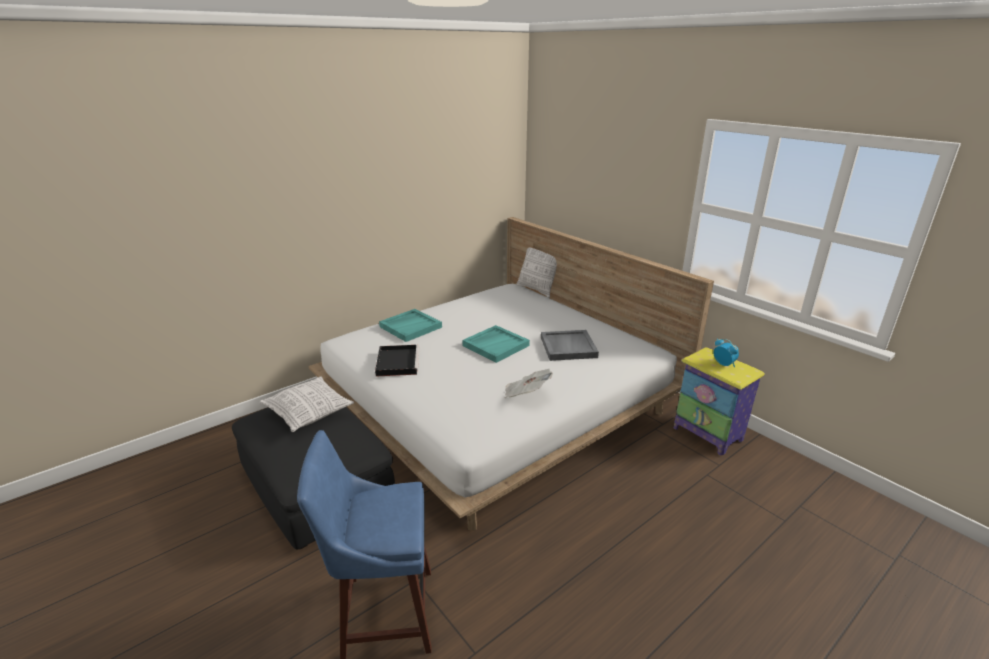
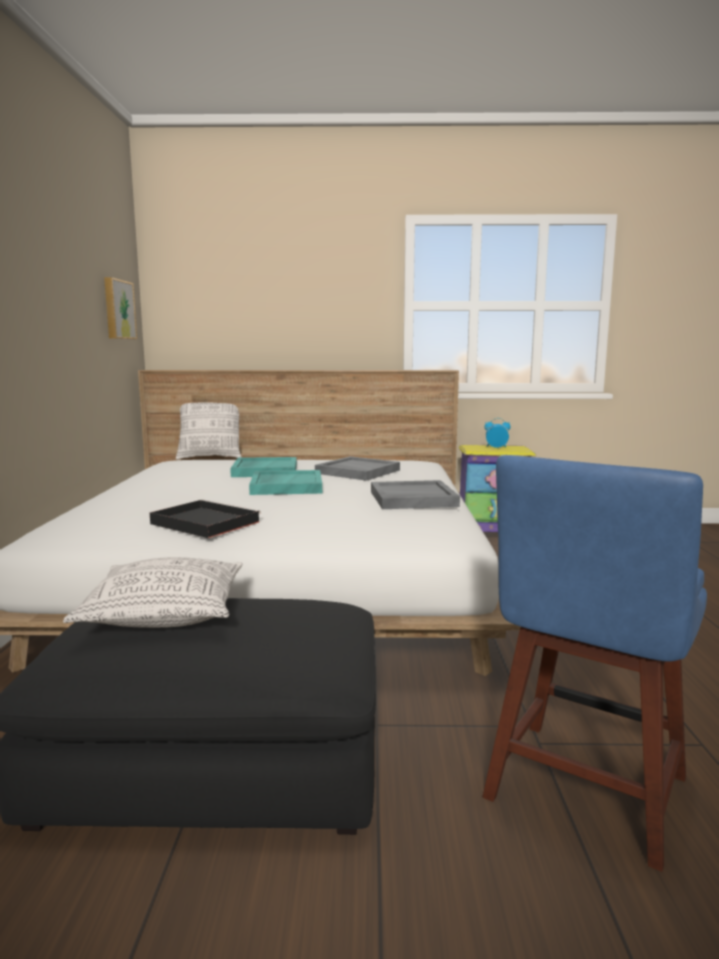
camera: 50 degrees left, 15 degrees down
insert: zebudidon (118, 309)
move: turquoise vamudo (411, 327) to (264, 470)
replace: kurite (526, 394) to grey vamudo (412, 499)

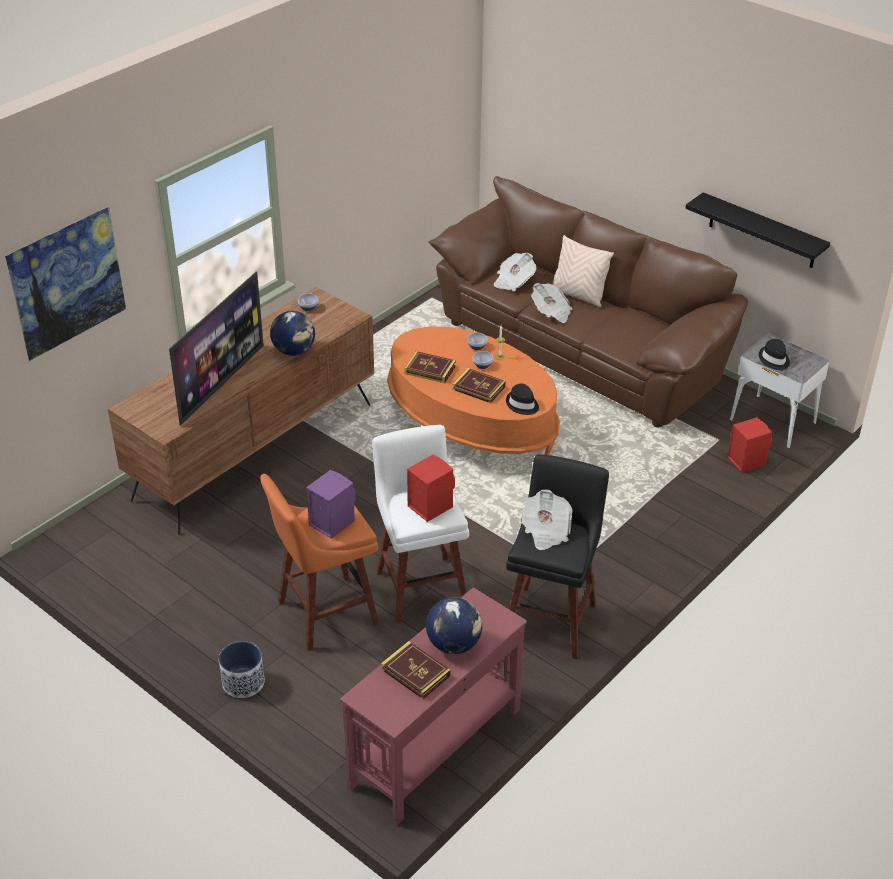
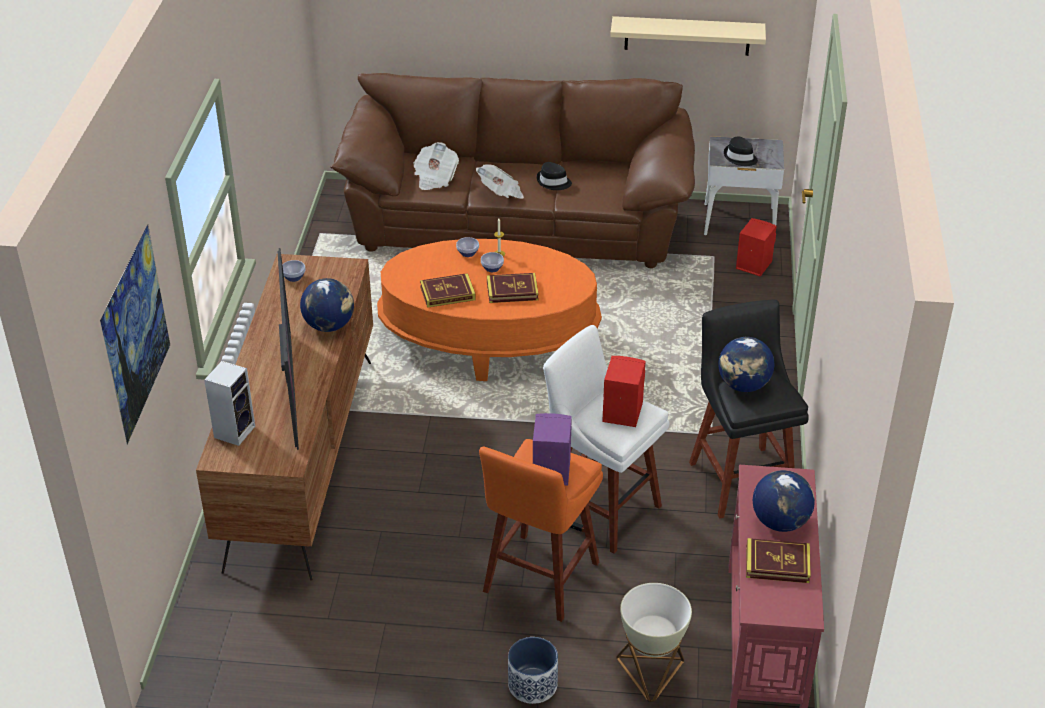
camera: 35 degrees left, 0 degrees up
delete: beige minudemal (578, 295)
insert: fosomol (235, 431); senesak (650, 675)
move: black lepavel (522, 404) to (553, 182)
replace: kurite (545, 531) to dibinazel (743, 385)
recolor: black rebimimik (762, 231) to beige rebimimik (687, 36)

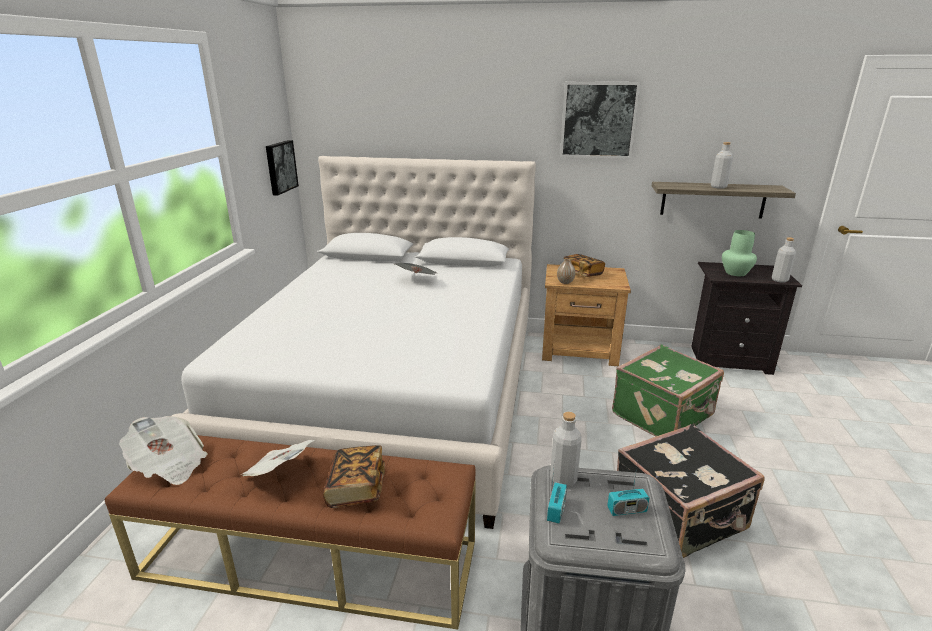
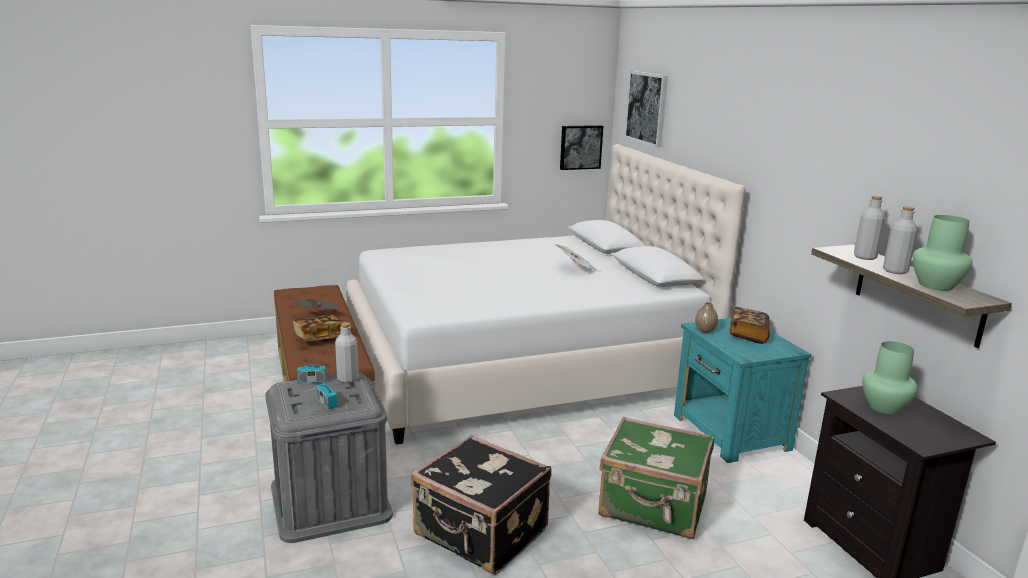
camera: 60 degrees right, 5 degrees down
delete: kurite (169, 465)
insert: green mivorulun (935, 286)
move: zebudidon (598, 120) to (647, 108); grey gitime (779, 280) to (865, 257)
recolor: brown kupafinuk (580, 350) to turquoise kupafinuk (730, 433)

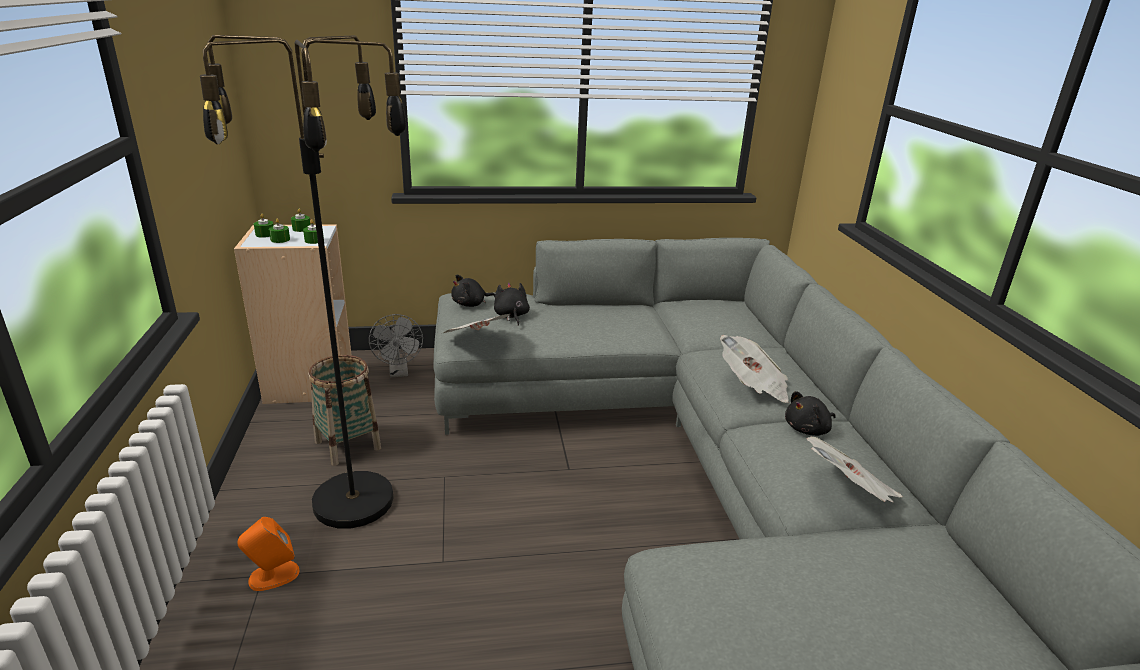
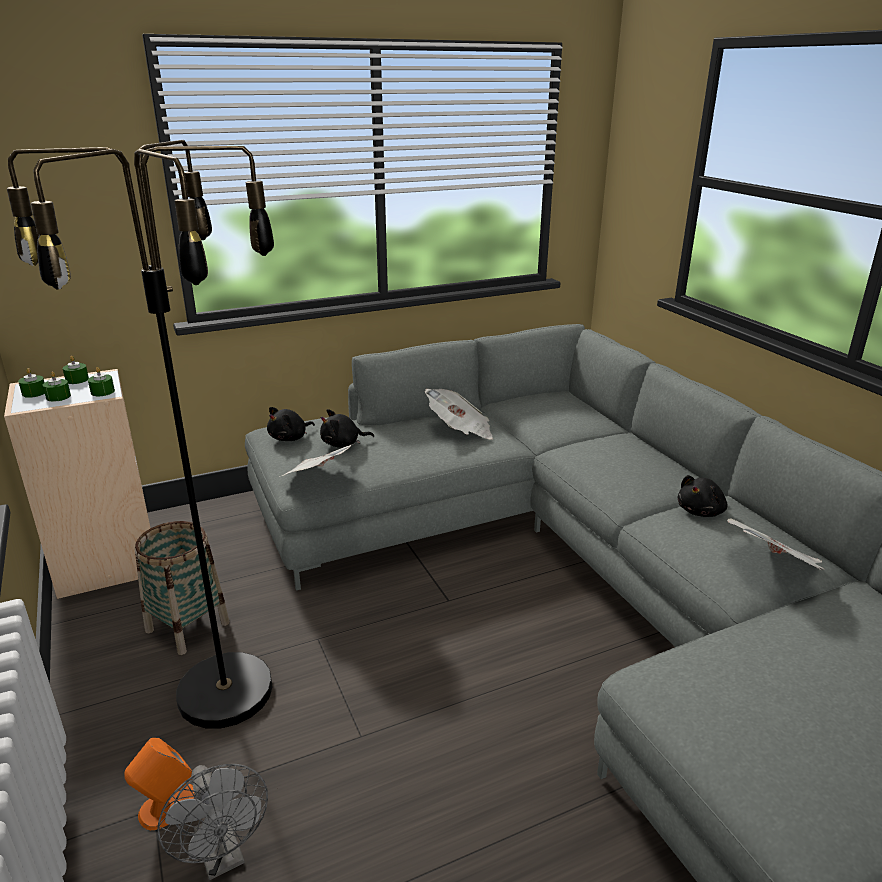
camera: 15 degrees left, 0 degrees up
move: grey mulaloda (399, 372) to (223, 856); kurite (753, 386) to (460, 431)
rotate: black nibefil (511, 316) = (343, 444) 75 degrees counterclockwise

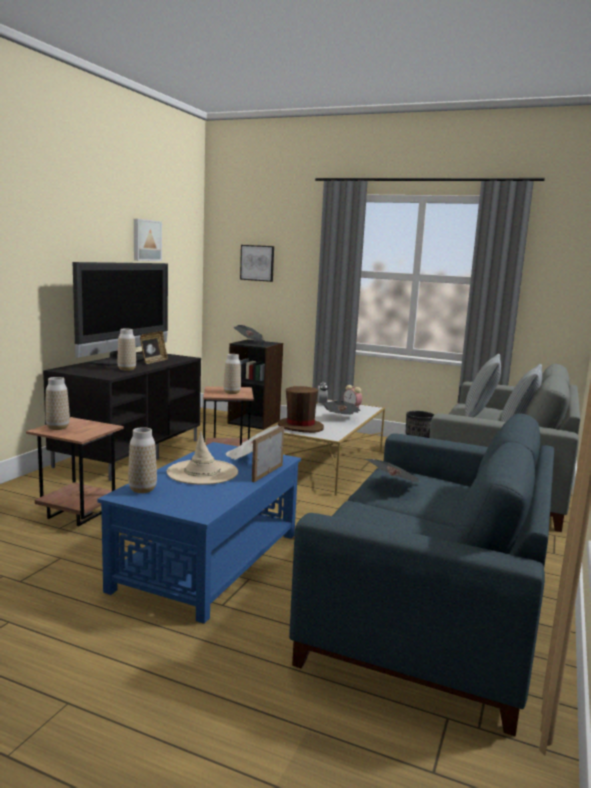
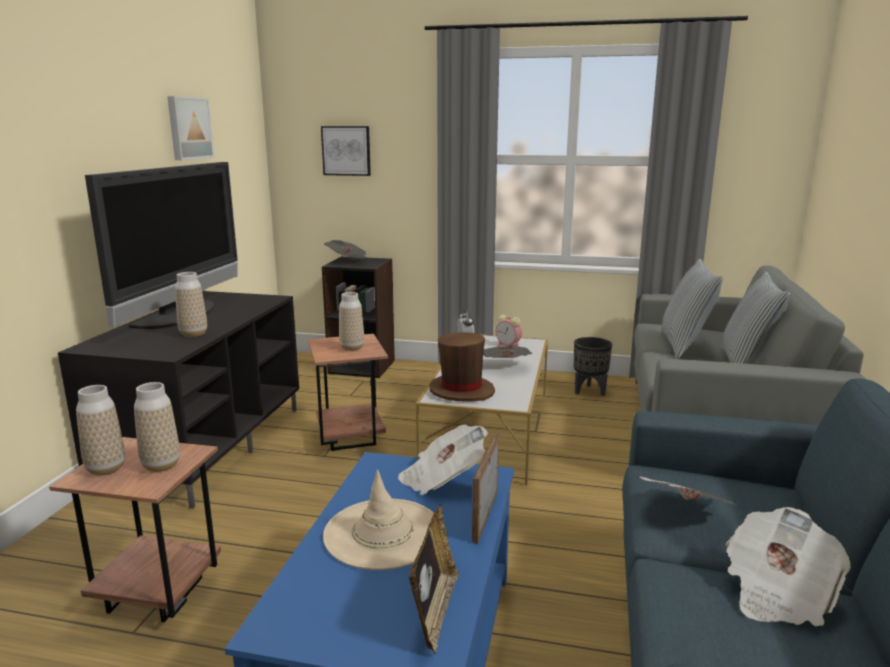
camera: 10 degrees left, 5 degrees up
insert: kurite (777, 592)
move: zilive (153, 361) to (434, 612); mivorulun (142, 489) to (161, 465)

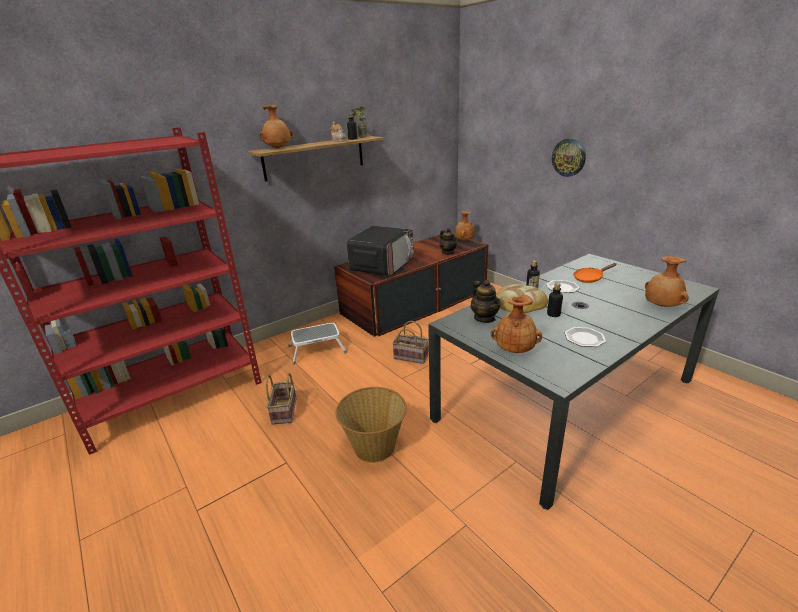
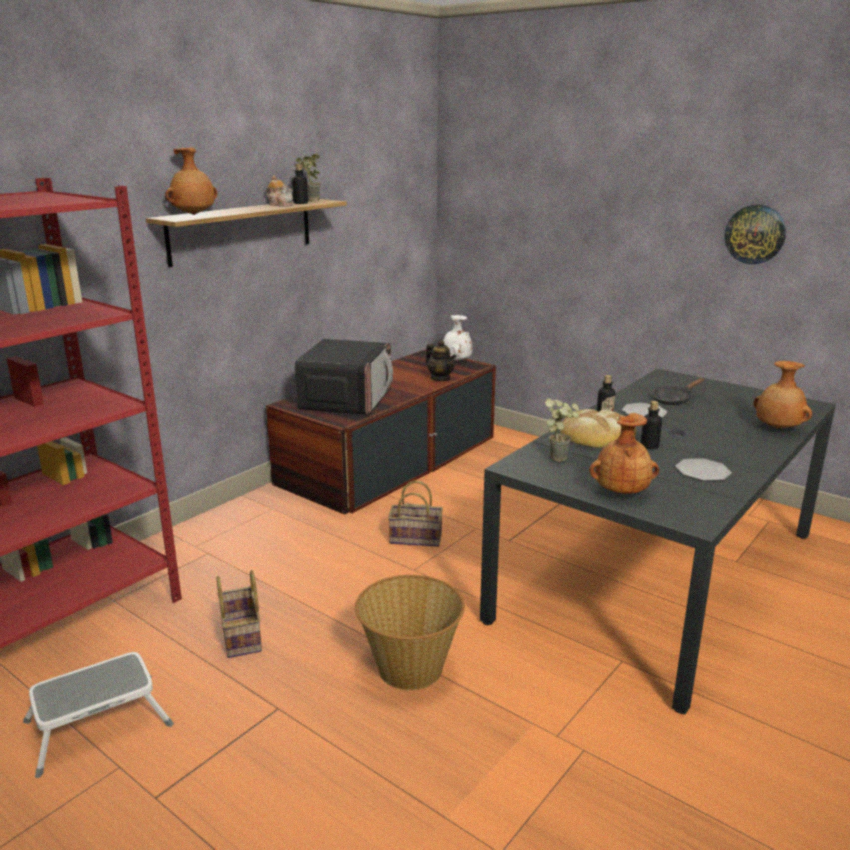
camera: 15 degrees left, 5 degrees down
move: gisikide (569, 157) to (755, 234); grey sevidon (317, 349) to (98, 724)
replace: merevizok (484, 318) to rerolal (560, 457)
recolor: brown mivorulun (464, 240) to white mivorulun (456, 360); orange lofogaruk (590, 278) to black lofogaruk (674, 399)

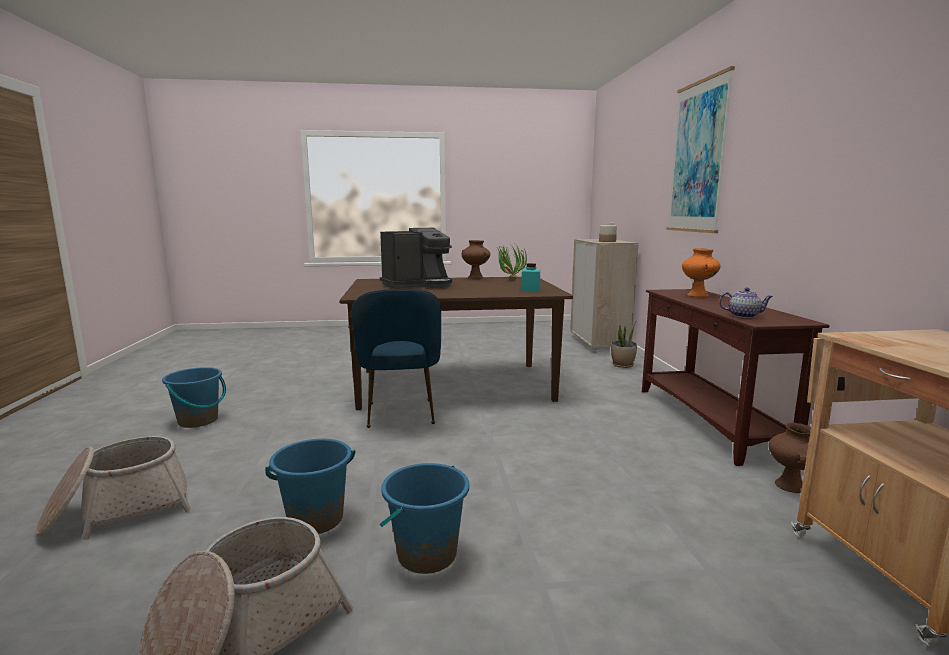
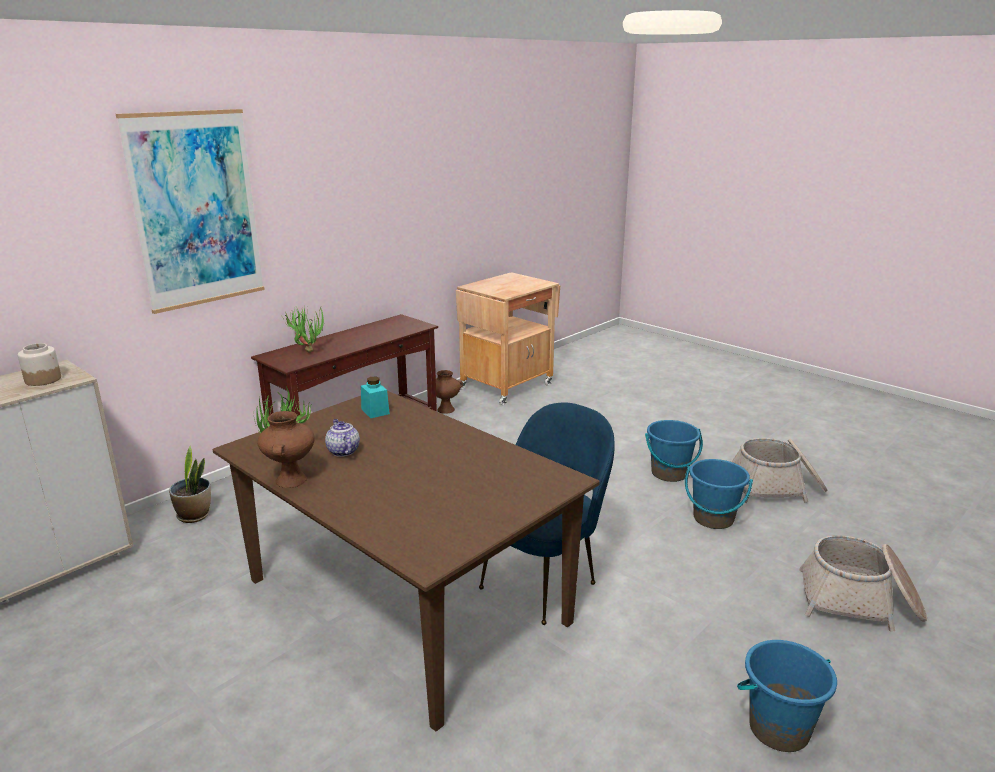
camera: 130 degrees left, 10 degrees up
delete: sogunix (418, 285)
move: merevizok (744, 316) to (342, 451)
replace: orange mivorulun (698, 295) to rerolal (307, 350)

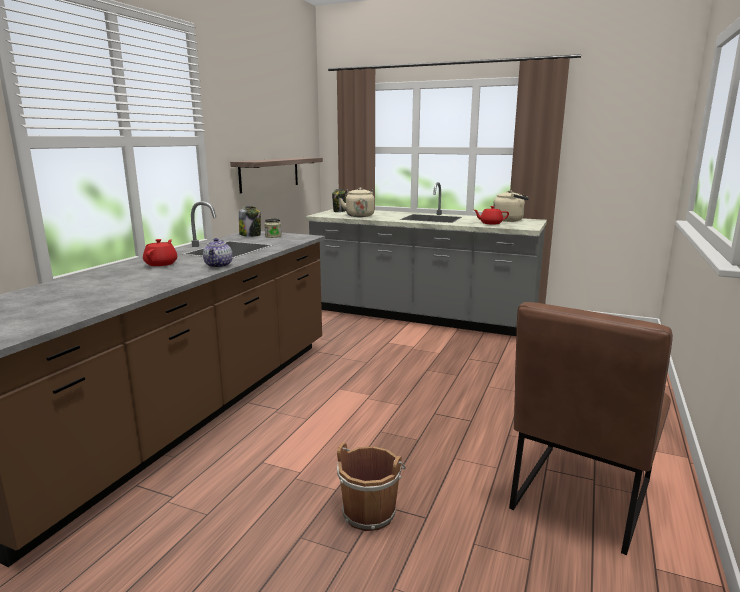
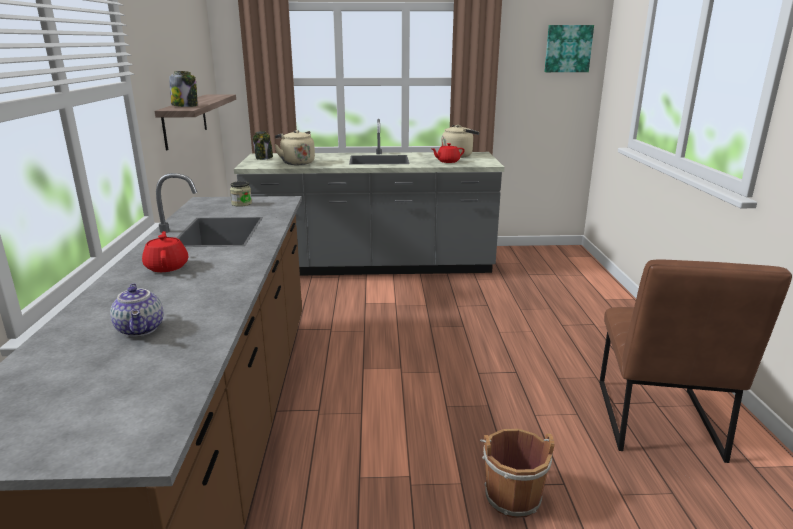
camera: 25 degrees left, 5 degrees up
insert: zebudidon (568, 48)
move: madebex (250, 235) to (185, 106); merevizok (219, 266) to (141, 329)

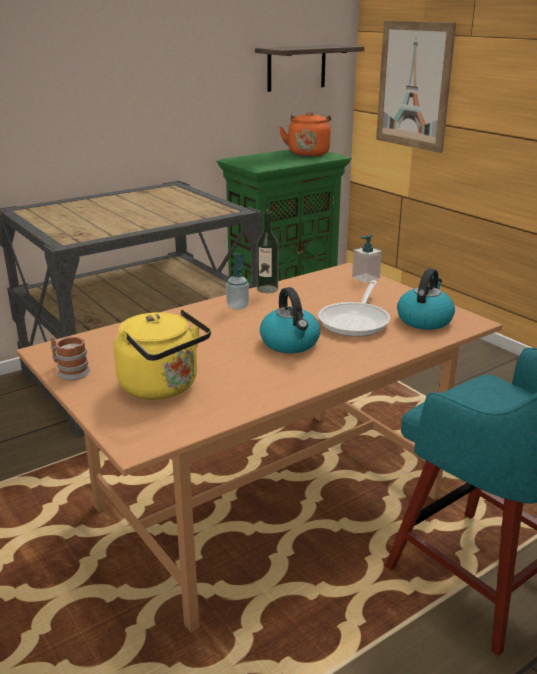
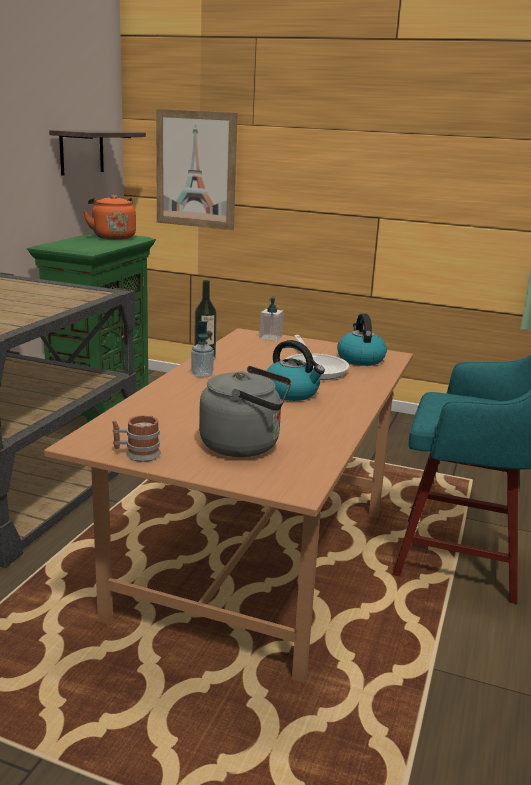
camera: 35 degrees left, 5 degrees down
recolor: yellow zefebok (163, 387) to grey zefebok (245, 446)

